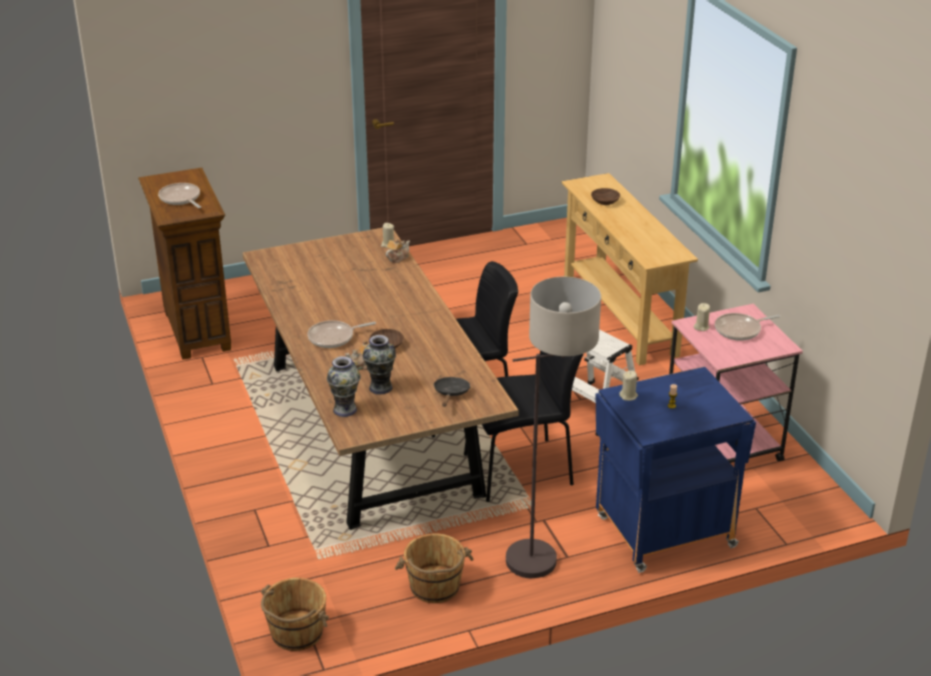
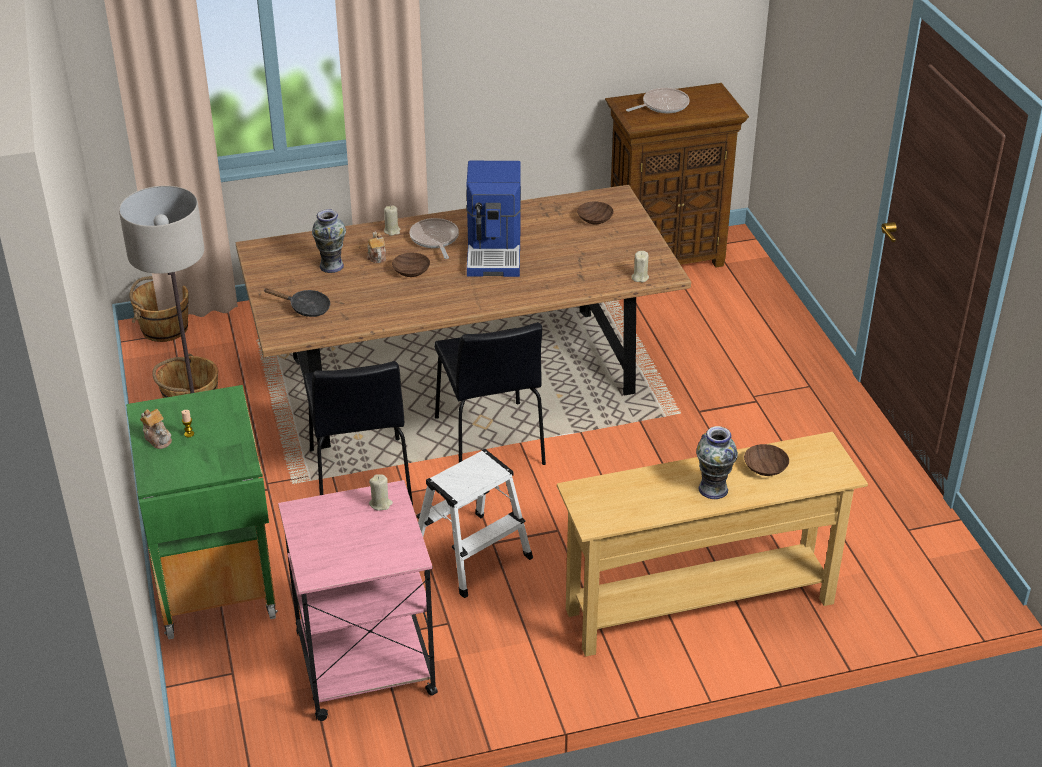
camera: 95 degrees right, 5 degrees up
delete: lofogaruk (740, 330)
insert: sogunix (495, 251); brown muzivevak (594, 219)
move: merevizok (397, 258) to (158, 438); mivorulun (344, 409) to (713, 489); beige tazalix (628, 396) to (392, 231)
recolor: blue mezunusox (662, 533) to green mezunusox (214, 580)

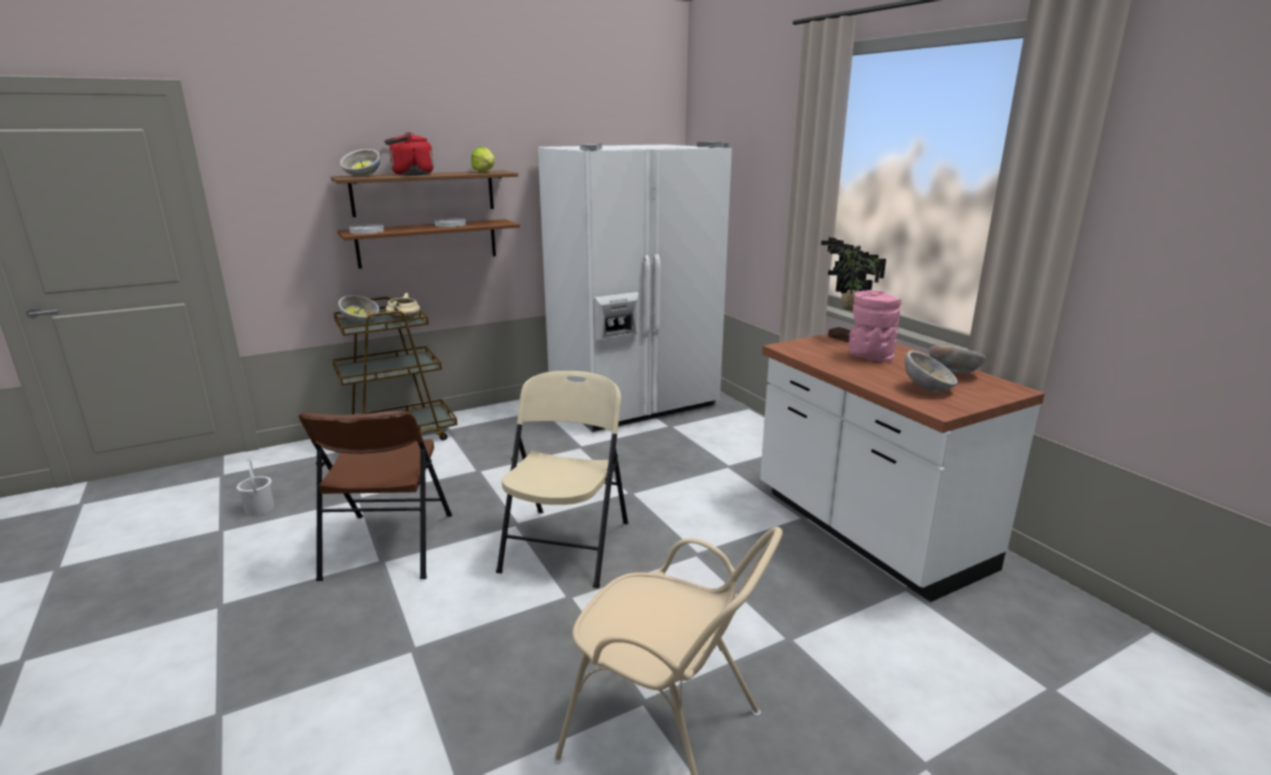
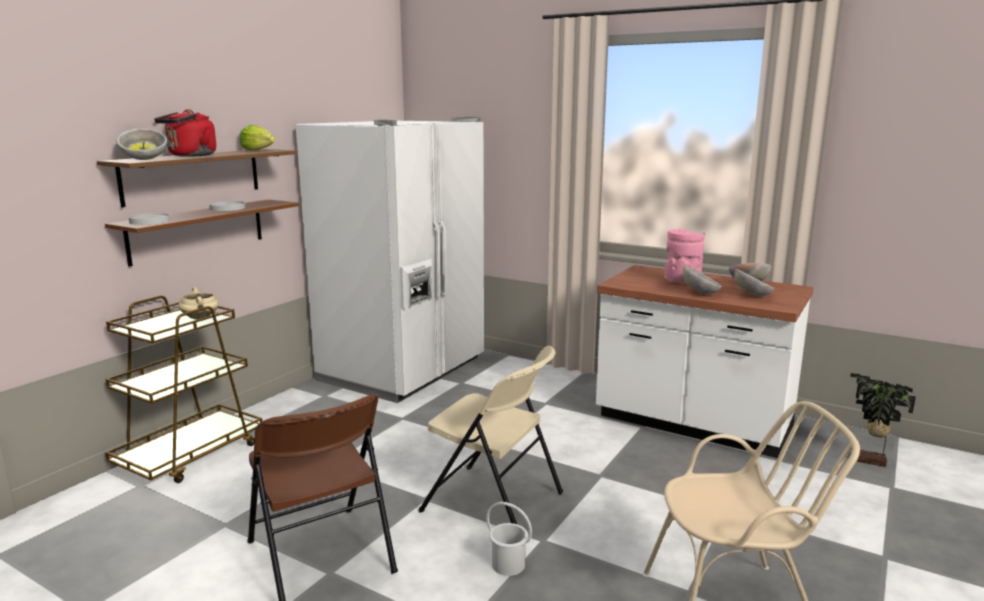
camera: 30 degrees left, 5 degrees down
move: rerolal (844, 339) to (870, 462); muzivevak (361, 321) to (700, 293); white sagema (260, 508) to (508, 564)
rotate: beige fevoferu (566, 546) = (492, 502) 135 degrees clockwise

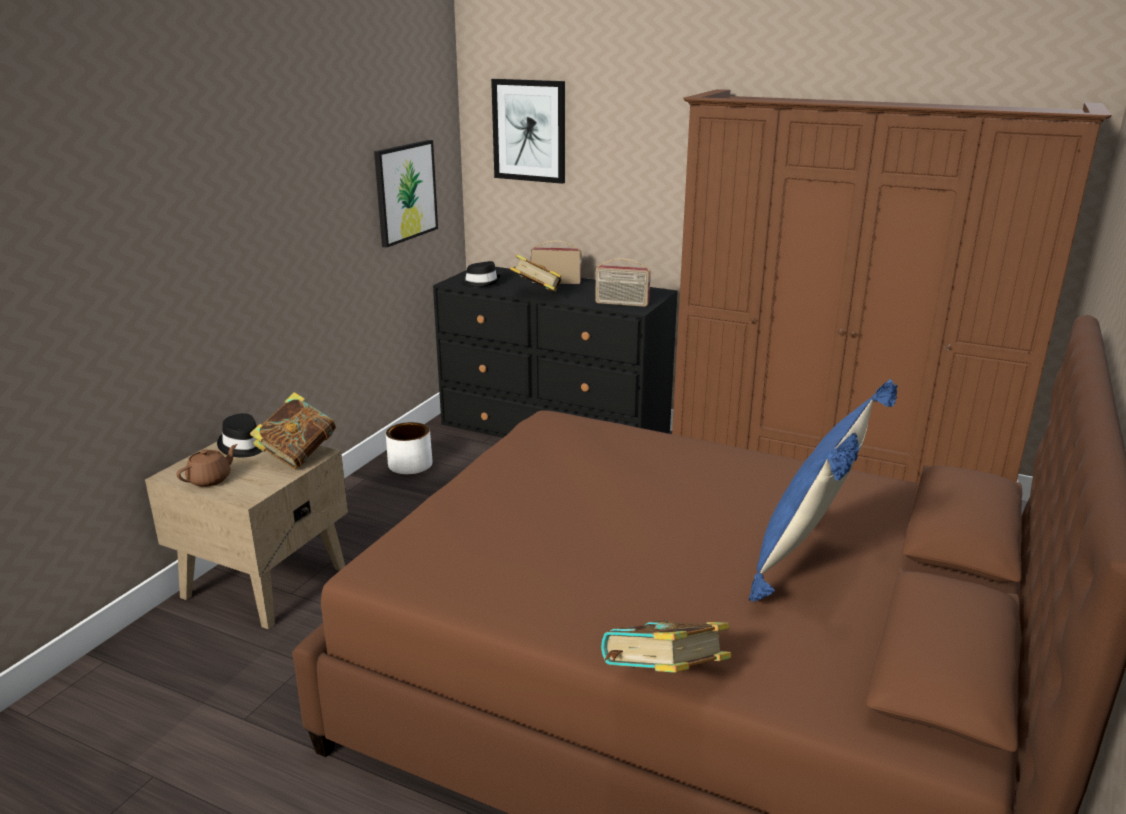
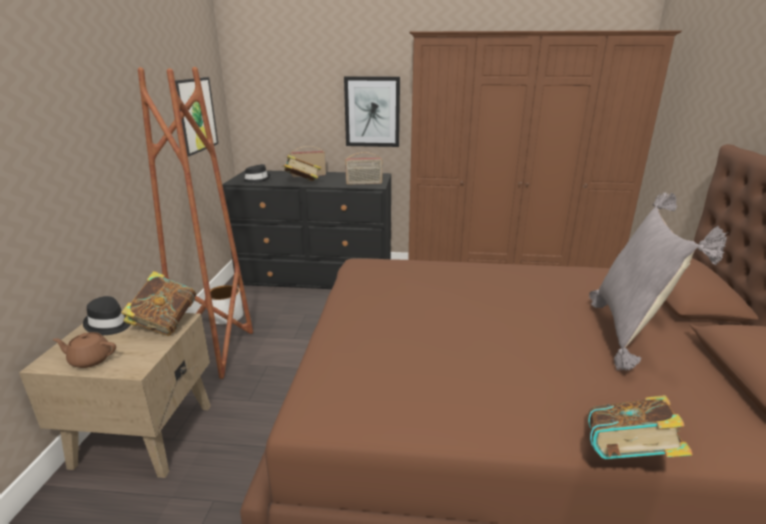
camera: 20 degrees left, 0 degrees up
insert: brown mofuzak (216, 352)
move: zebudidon (529, 131) to (372, 112)
recolor: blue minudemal (813, 572) to grey minudemal (630, 339)
rotate: brown merevizok (210, 479) = (90, 360) 105 degrees counterclockwise

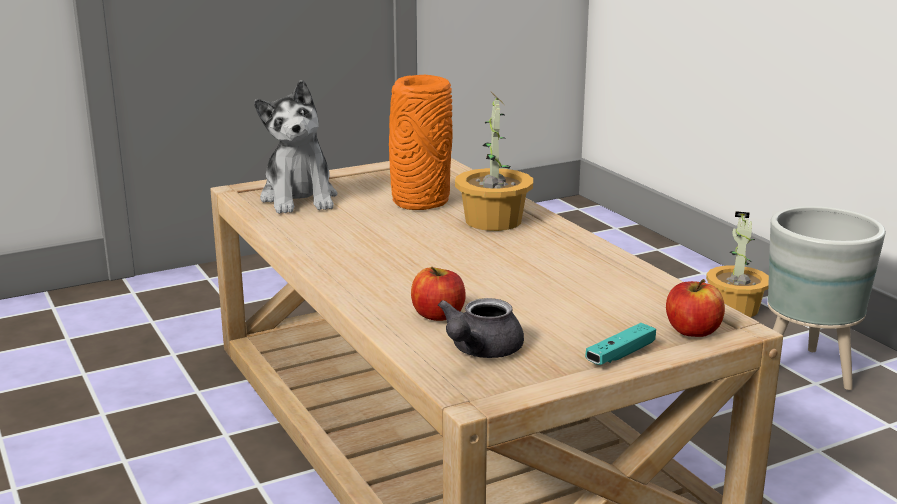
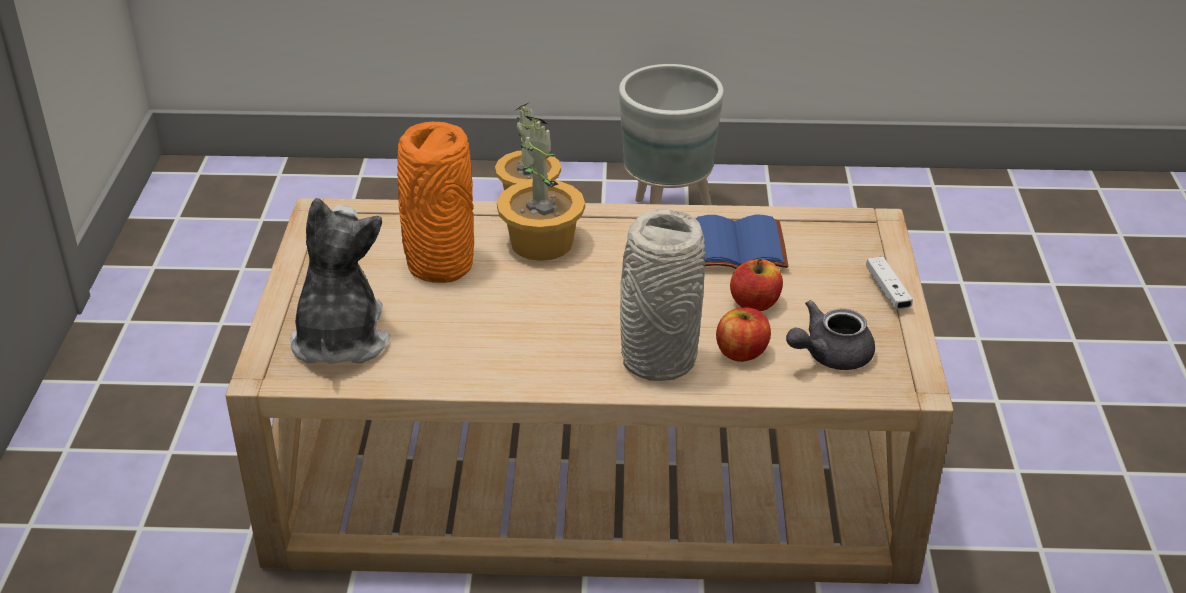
camera: 60 degrees left, 15 degrees up
insert: grey mivorulun (657, 359); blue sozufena (738, 245)
move: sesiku (692, 331) to (755, 303)
recolor: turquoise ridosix (620, 354) to white ridosix (887, 291)
rotate: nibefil (300, 198) = (340, 339) 105 degrees counterclockwise; grey merevizok (479, 351) = (829, 356) 90 degrees clockwise

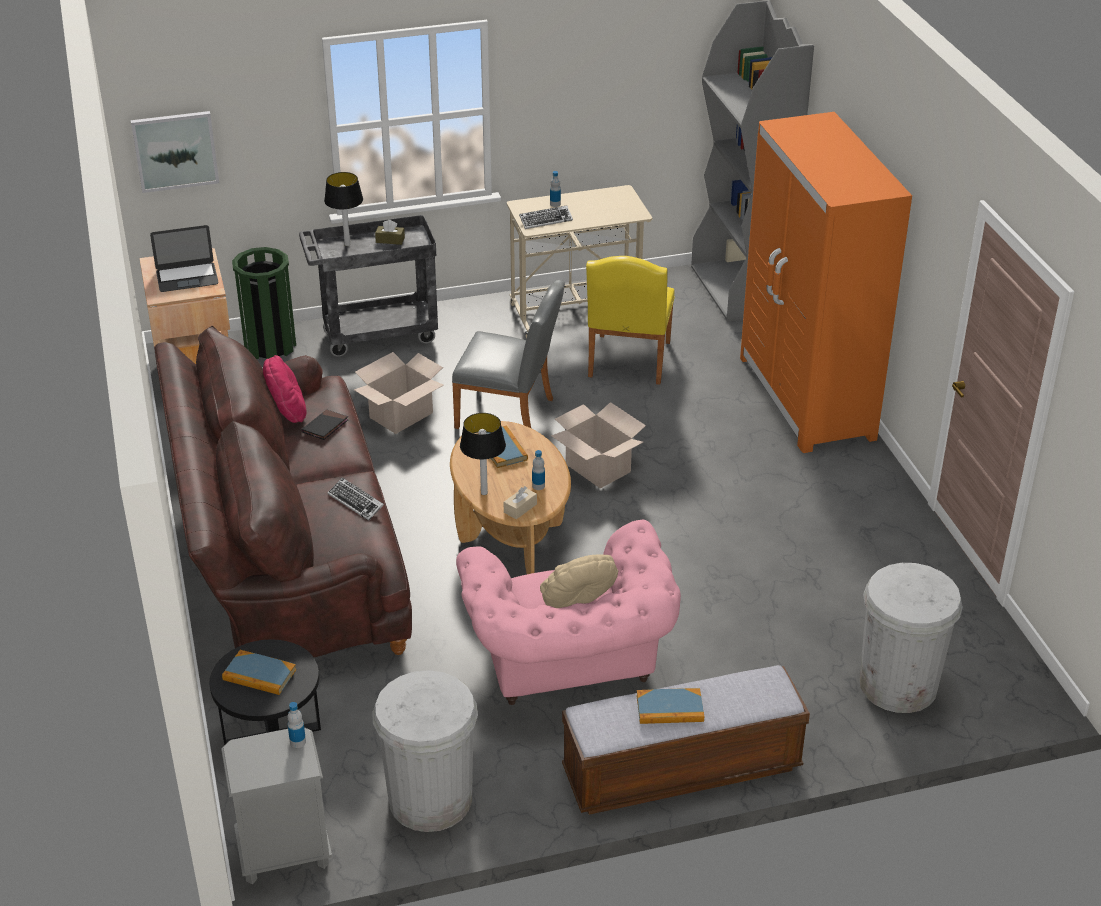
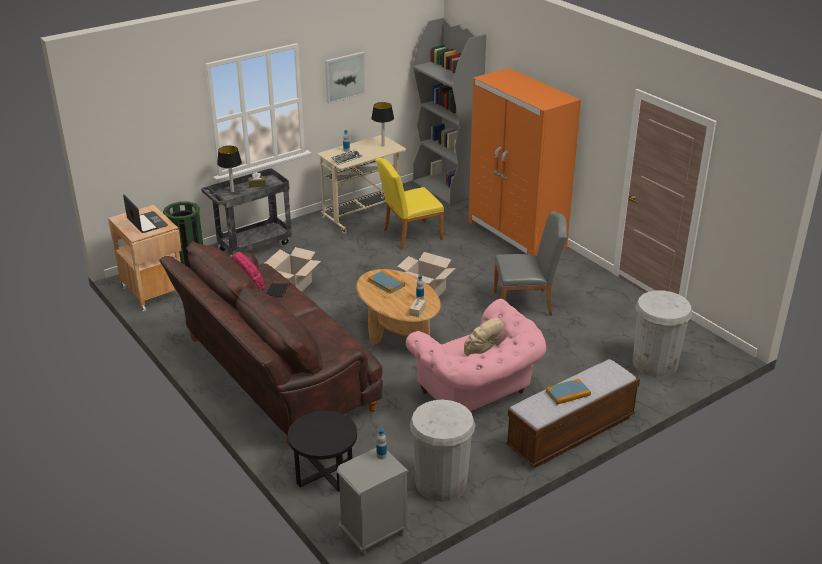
camera: 20 degrees left, 5 degrees down
delete: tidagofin (356, 502); sozufena (259, 675)
move: zebudidon (175, 150) to (344, 77); grey fevoferu (511, 414) to (527, 303); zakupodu (483, 493) to (382, 145)
rotate: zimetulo (187, 277) = (147, 222) 90 degrees counterclockwise; yellow fevoferu (628, 363) = (408, 235) 75 degrees clockwise

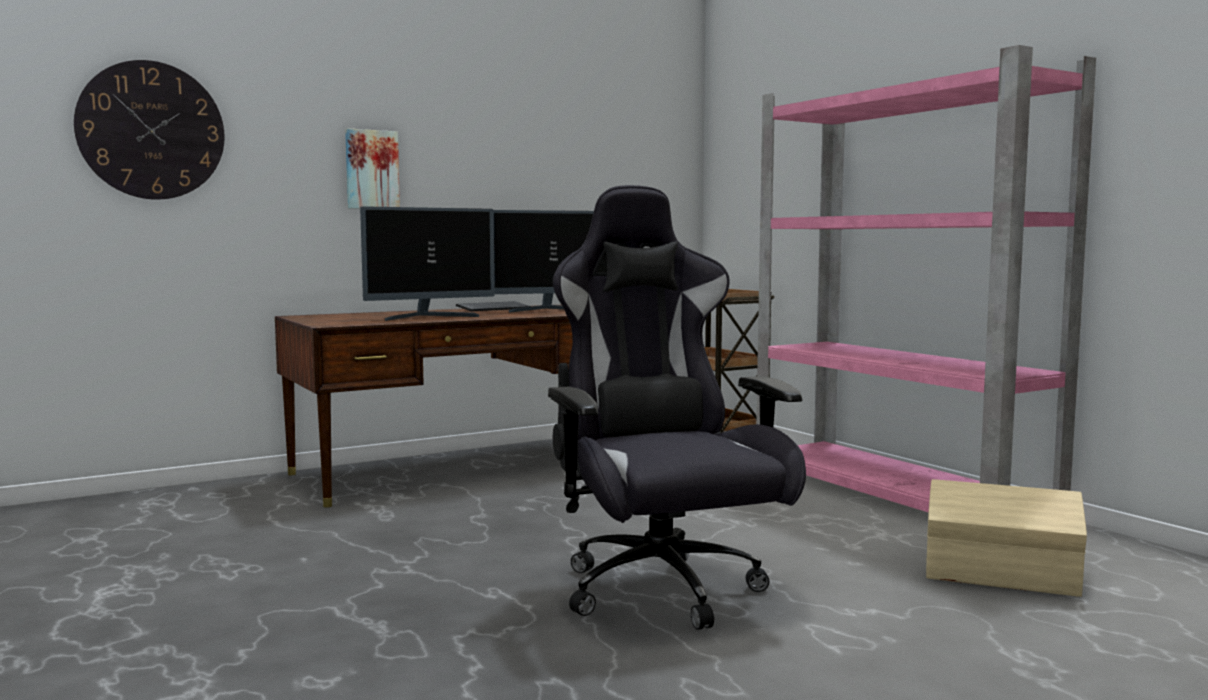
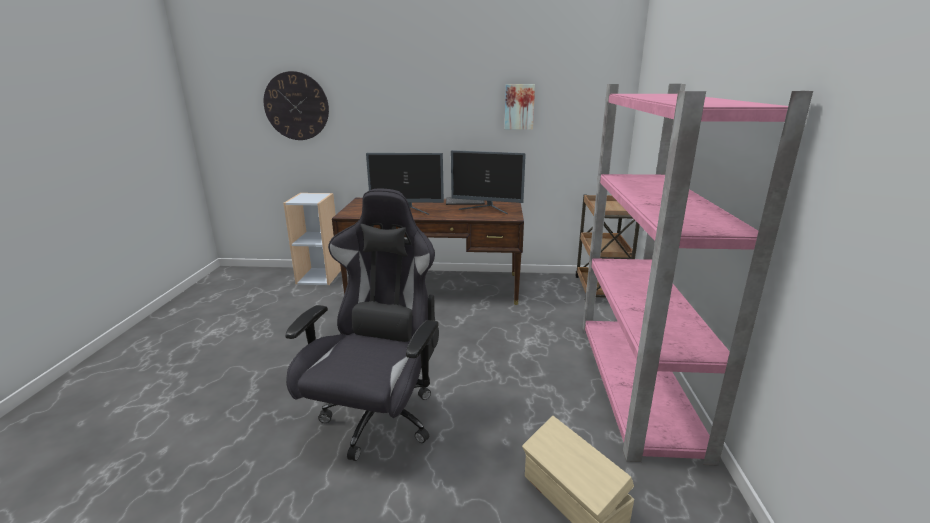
camera: 35 degrees right, 15 degrees up
insert: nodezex (320, 276)
move: zebudidon (371, 169) to (519, 106)

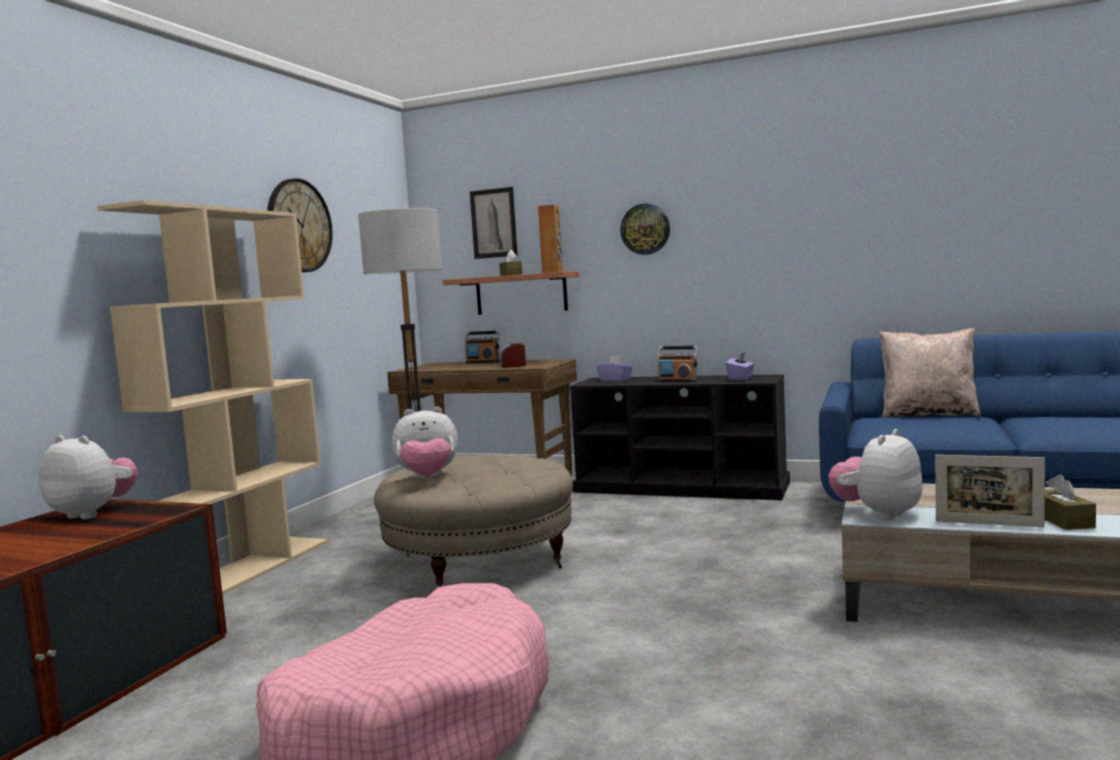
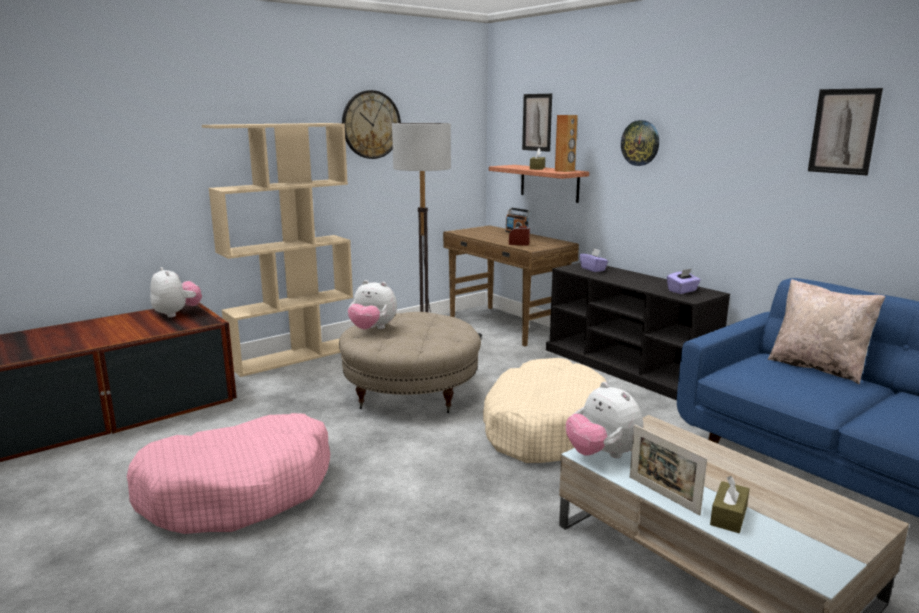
camera: 30 degrees right, 10 degrees up
delete: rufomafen (678, 381)
insert: zebudidon (843, 131); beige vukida (545, 428)
rotate: nibefil (878, 514) = (602, 454) 105 degrees counterclockwise

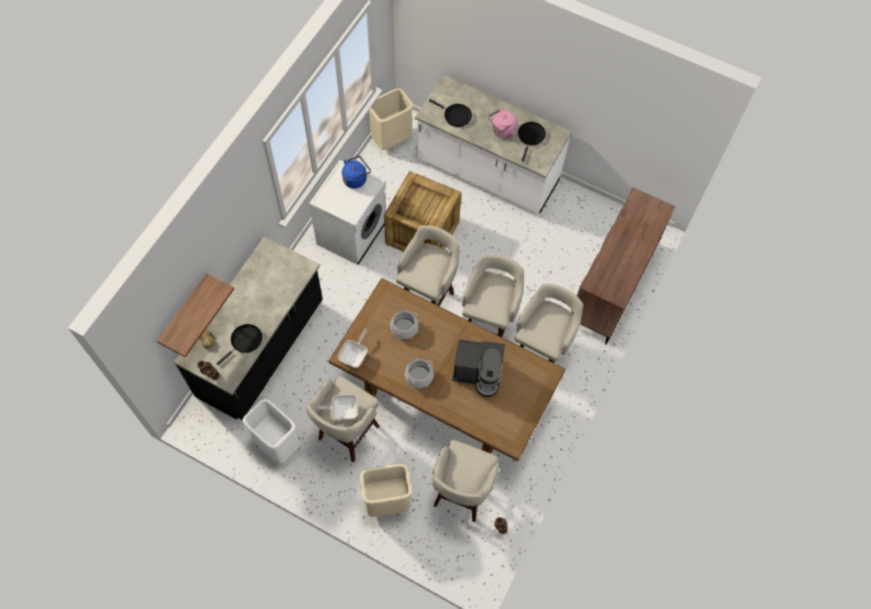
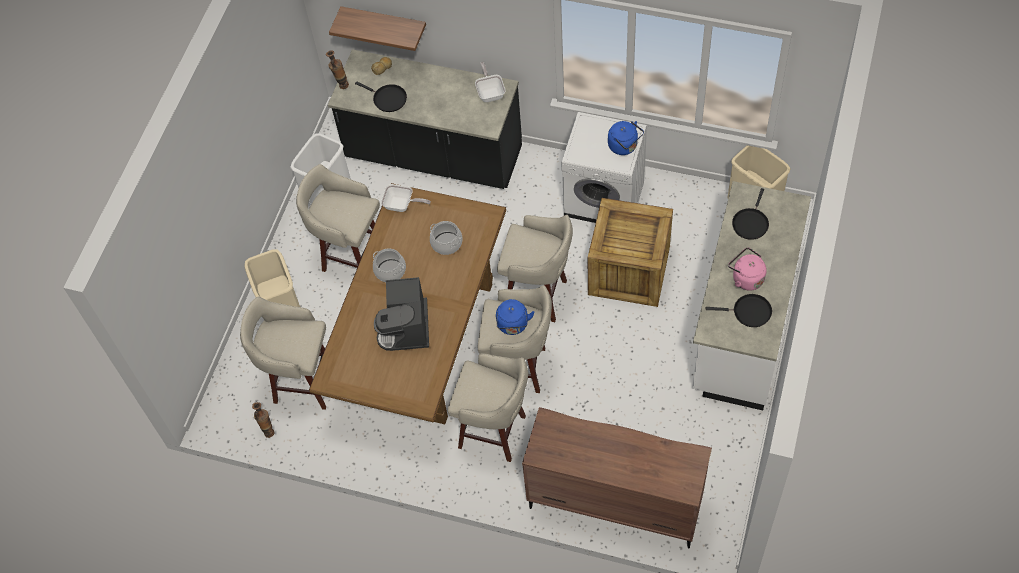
camera: 85 degrees right, 5 degrees down
insert: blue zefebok (513, 325)
move: lofogaruk (342, 411) to (490, 92)

